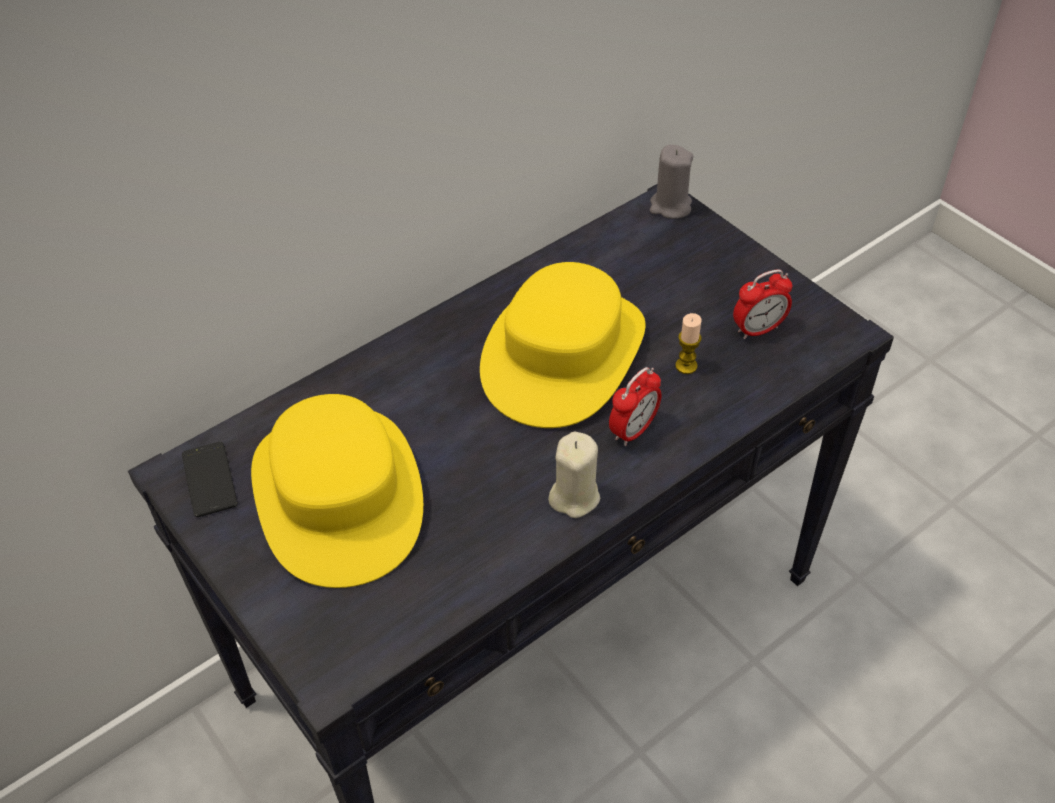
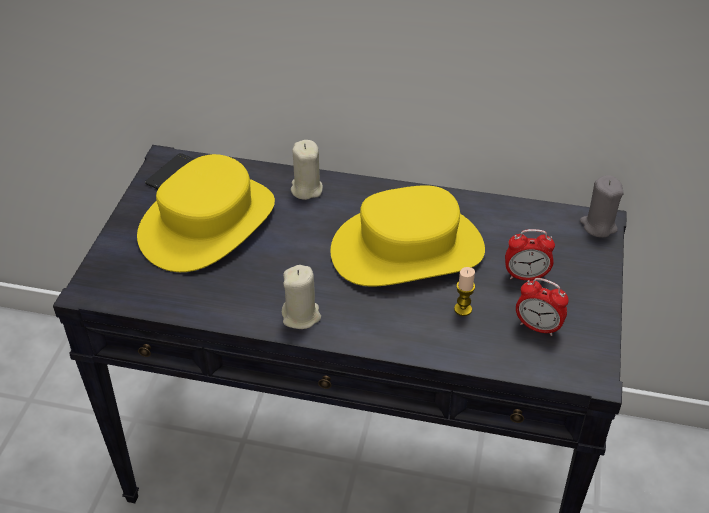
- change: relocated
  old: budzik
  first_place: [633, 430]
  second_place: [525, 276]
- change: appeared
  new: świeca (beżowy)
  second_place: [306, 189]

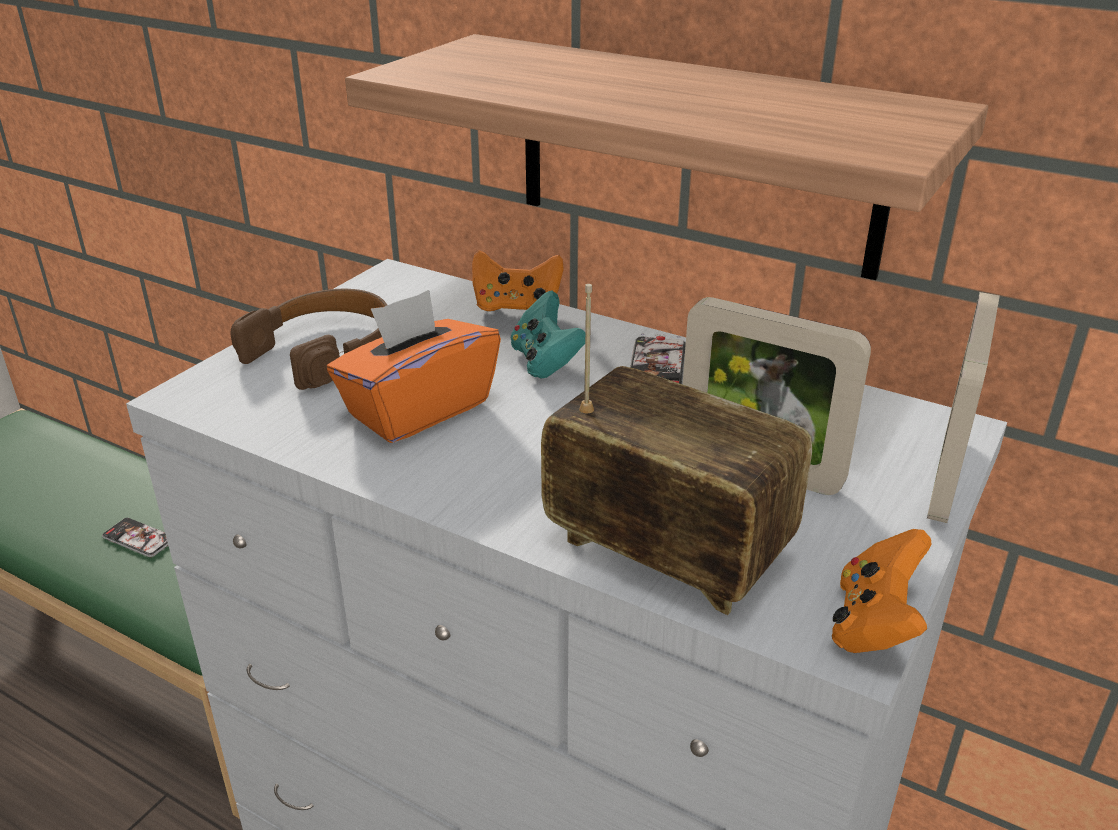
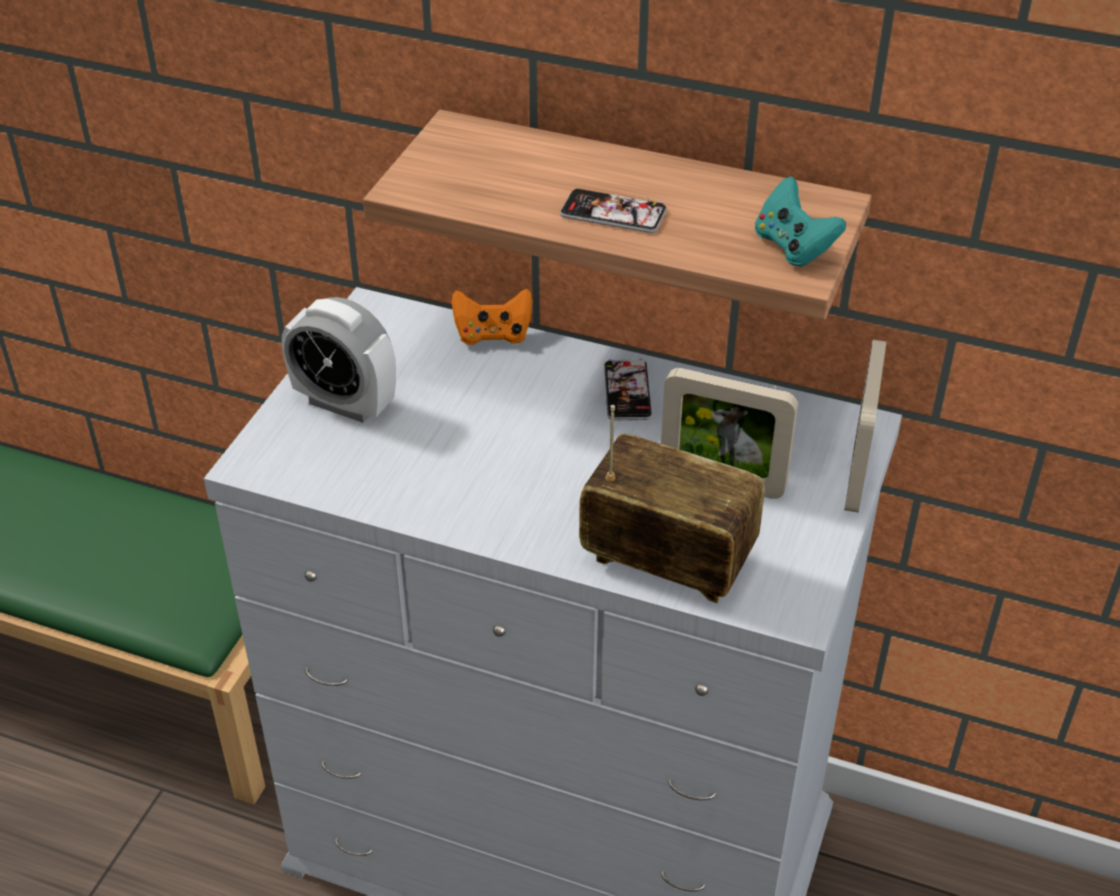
- change: relocated
  old: telefon
  first_place: [139, 538]
  second_place: [613, 213]
- change: exchanged
  old: słuchawki (brązowy)
  new: budzik
  first_place: [324, 350]
  second_place: [345, 403]
- change: missing
  old: pudełko chusteczek (pomarańczowy)
  first_place: [418, 409]
- change: relocated
  old: pad do gier (turkusowy)
  first_place: [545, 361]
  second_place: [793, 247]
- change: missing
  old: pad do gier (pomarańczowy)
  first_place: [874, 624]

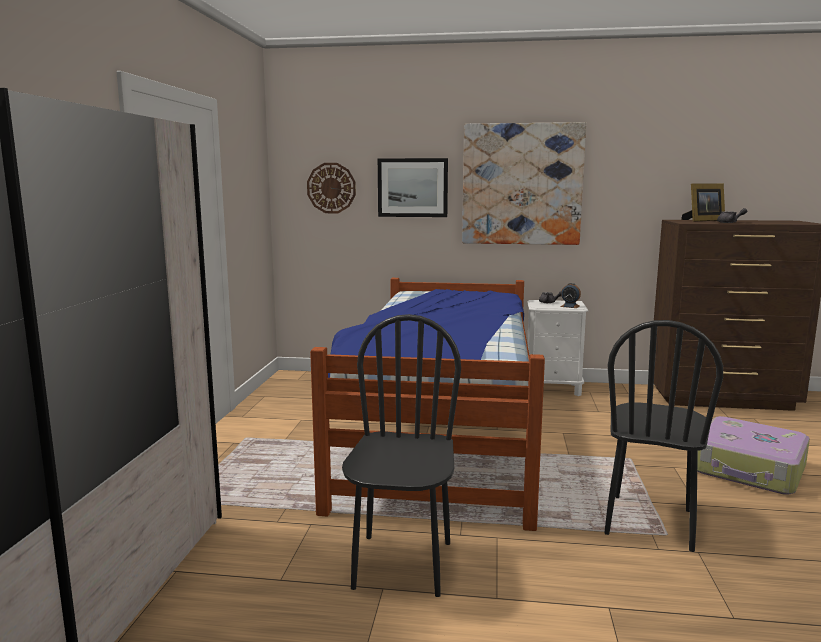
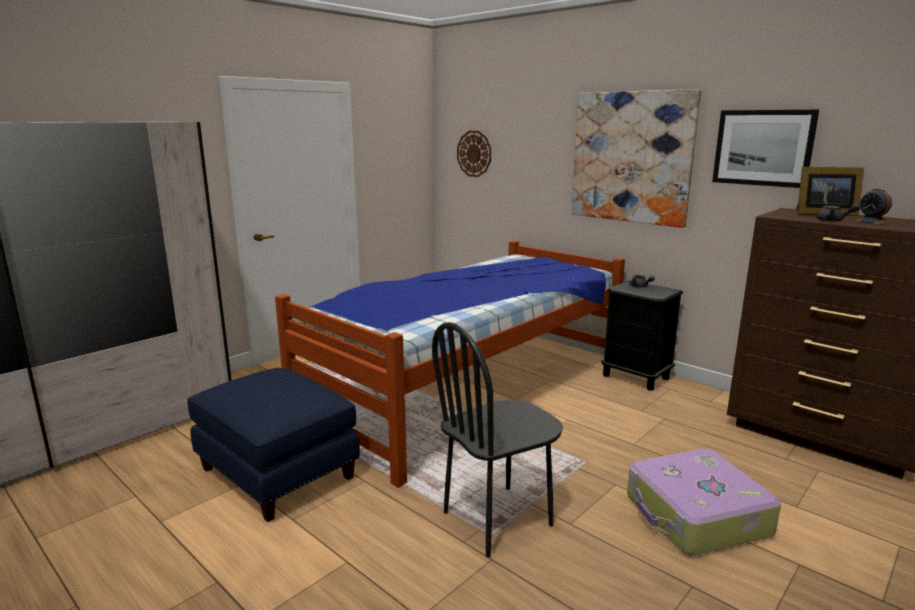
- change: exchanged
  old: krzesło (czarny)
  new: pufa (niebieski)
  first_place: [402, 564]
  second_place: [279, 473]
- change: relocated
  old: obraz
  first_place: [412, 187]
  second_place: [763, 148]
- change: colour
  old: szafka nocna (biały)
  new: szafka nocna (czarny)
  first_place: [553, 388]
  second_place: [636, 377]
- change: relocated
  old: budzik
  first_place: [570, 306]
  second_place: [871, 222]

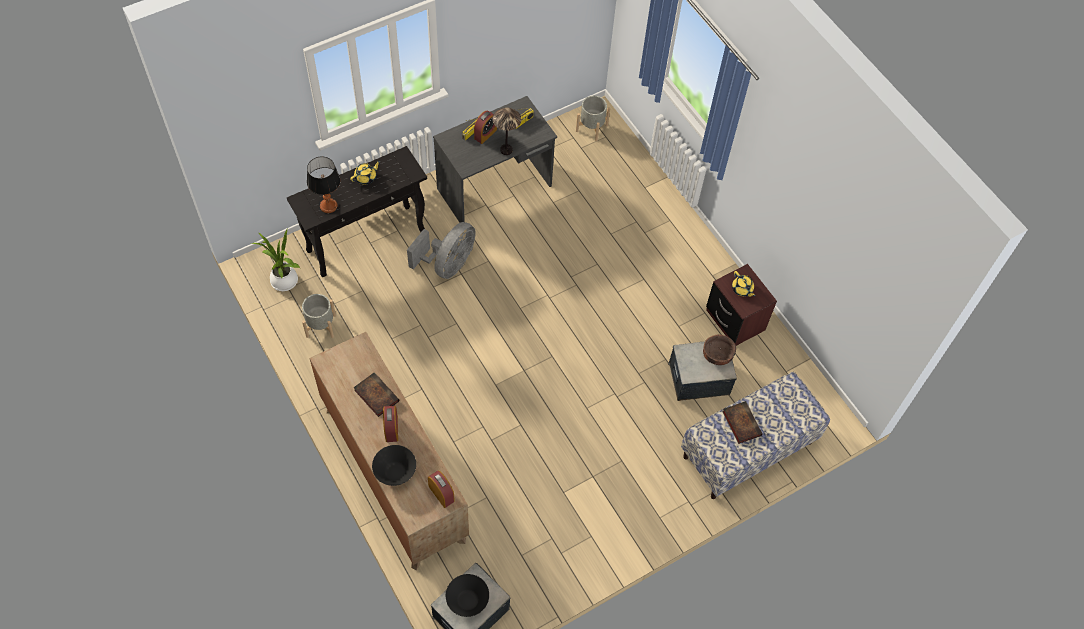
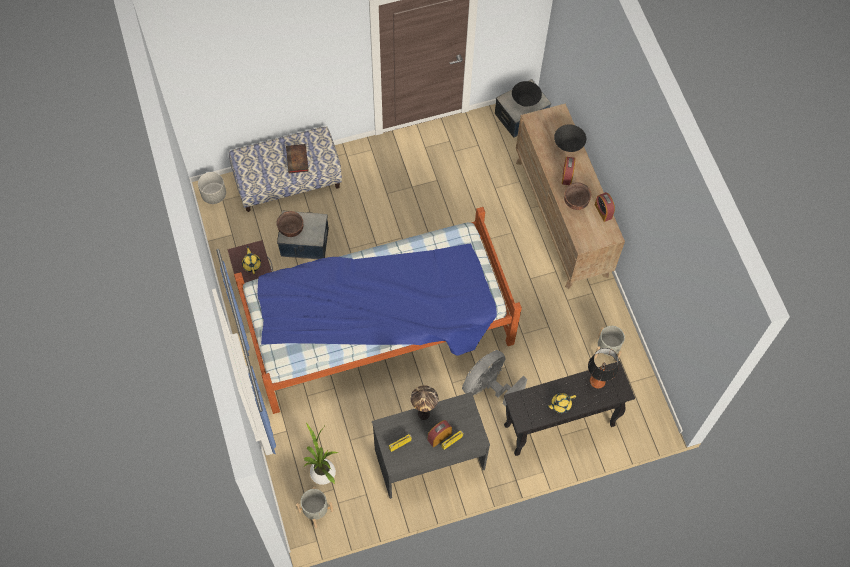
- change: relocated
  old: roślina doniczkowa
  first_place: [285, 282]
  second_place: [322, 470]
- change: exchanged
  old: książka
  new: miska (brązowy)
  first_place: [375, 395]
  second_place: [576, 202]
- change: relocated
  old: budzik
  first_place: [441, 493]
  second_place: [603, 211]
- change: appeared
  new: donica (szary)
  second_place: [214, 194]
- change: appeared
  new: łóżko
  second_place: [379, 329]

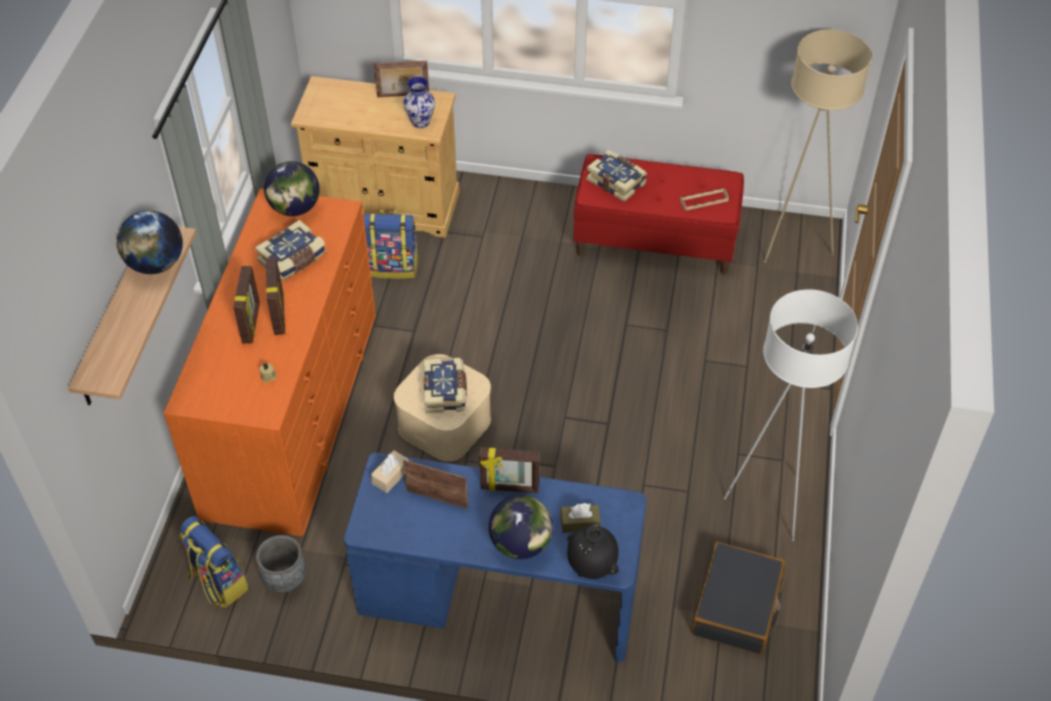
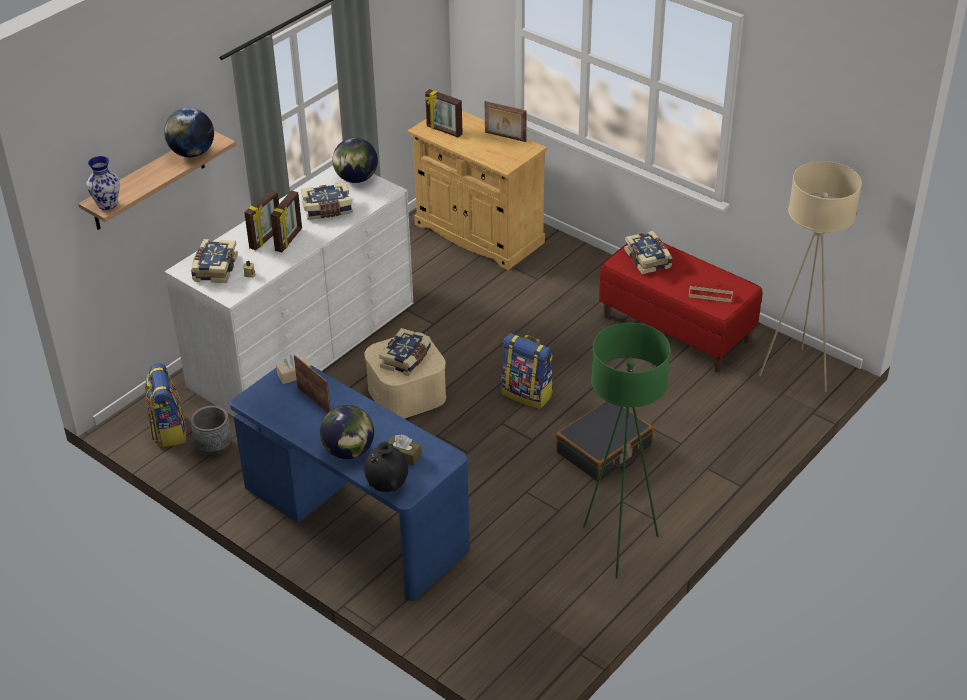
- change: colour
  old: komoda (pomarańczowy)
  new: komoda (biały)
  first_place: [292, 411]
  second_place: [303, 344]
- change: relocated
  old: plecak
  first_place: [393, 266]
  second_place: [528, 394]
- change: relocated
  old: wazon
  first_place: [421, 122]
  second_place: [108, 204]
- change: relocated
  old: ramka na zdjęcie
  first_place: [509, 488]
  second_place: [444, 131]
- change: relocated
  old: walizka (czarny)
  first_place: [737, 606]
  second_place: [604, 450]
- change: colour
  old: lampa stojąca (biały)
  new: lampa stojąca (zielony)
  first_place: [769, 504]
  second_place: [618, 546]
- change: appeared
  new: książka
  second_place: [214, 268]

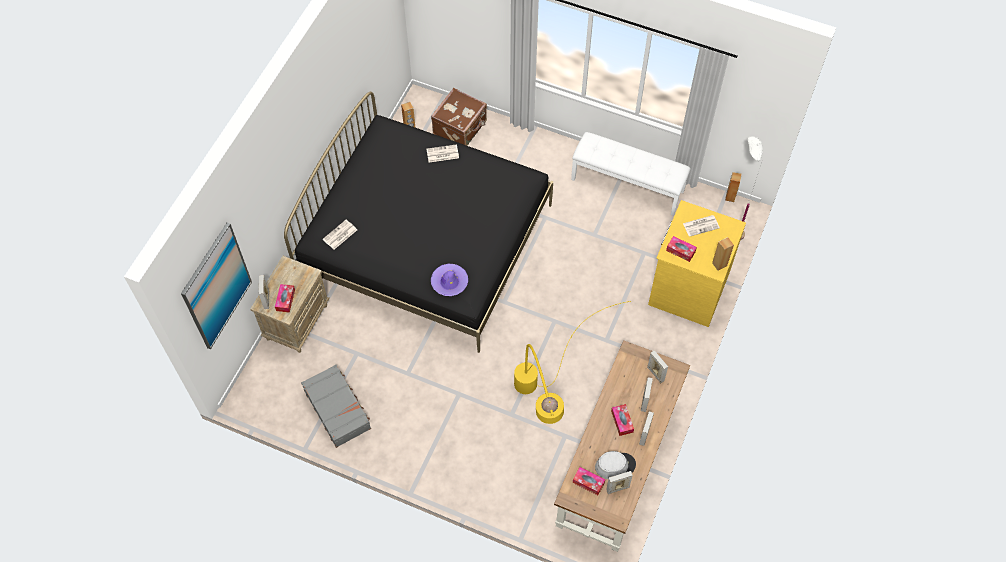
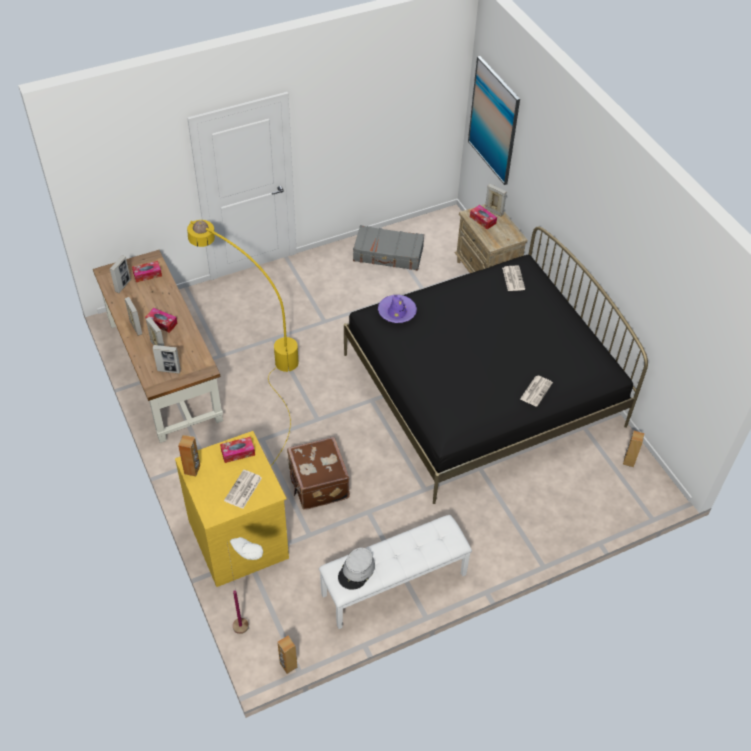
- change: relocated
  old: walizka (brązowy)
  first_place: [460, 128]
  second_place: [317, 484]
- change: relocated
  old: kapelusz (szary)
  first_place: [615, 465]
  second_place: [356, 571]

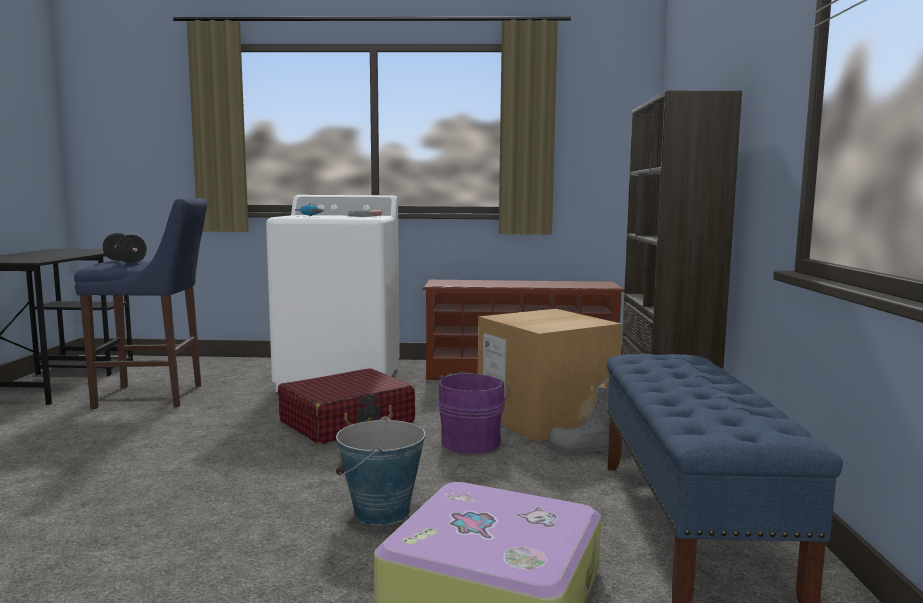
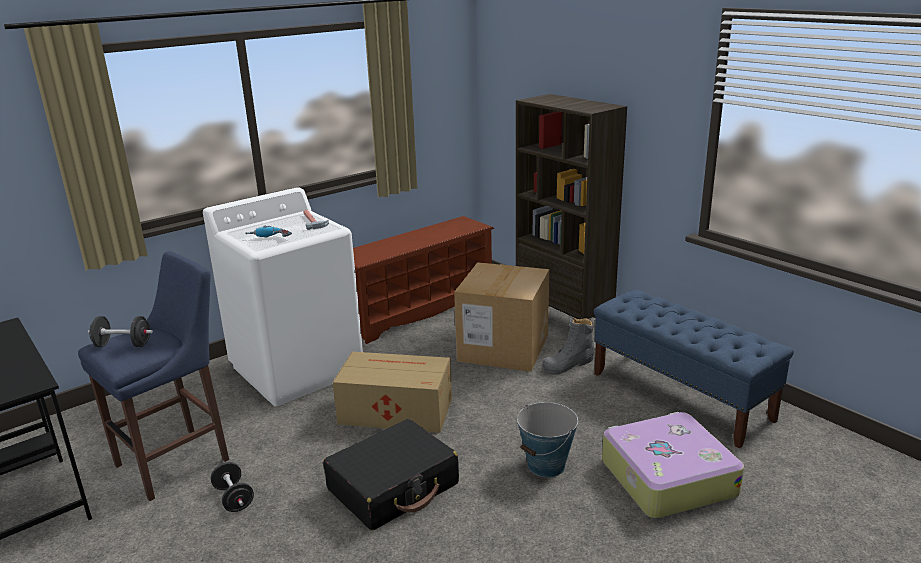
- change: exchanged
  old: walizka (czerwony)
  new: karton
  first_place: [348, 422]
  second_place: [394, 410]
- change: missing
  old: wiadro (fioletowy)
  first_place: [472, 441]
- change: appeared
  new: hantel (czarny)
  second_place: [234, 498]
- change: appeared
  new: walizka (czarny)
  second_place: [393, 487]

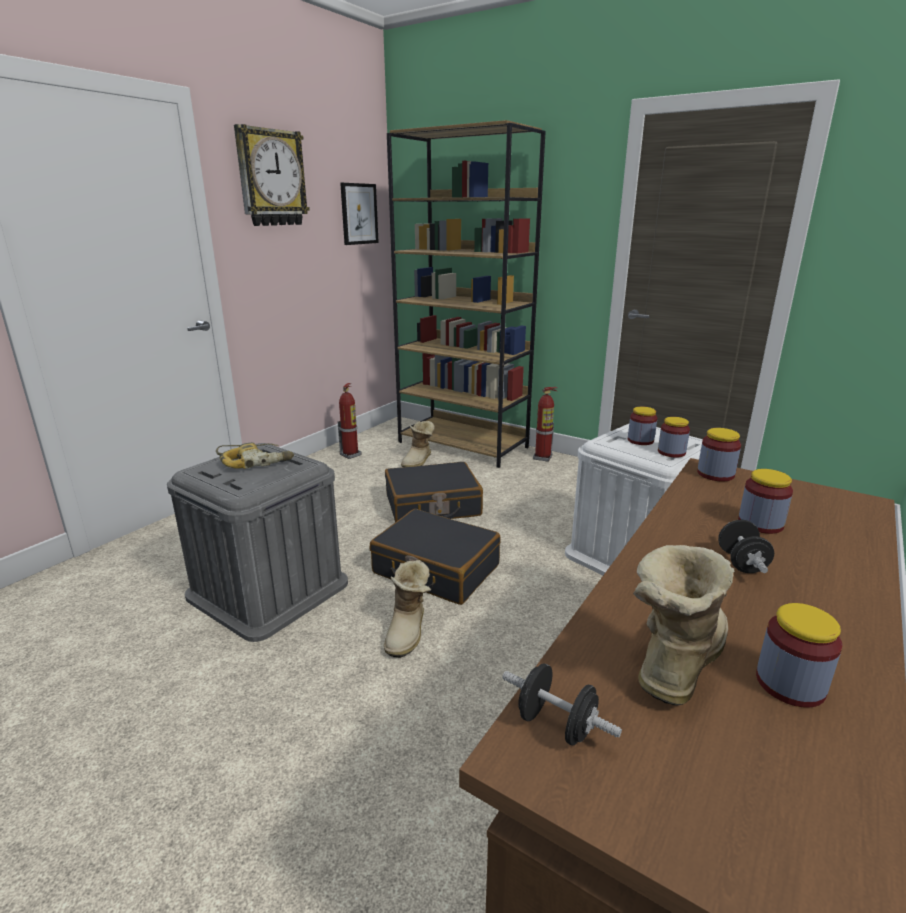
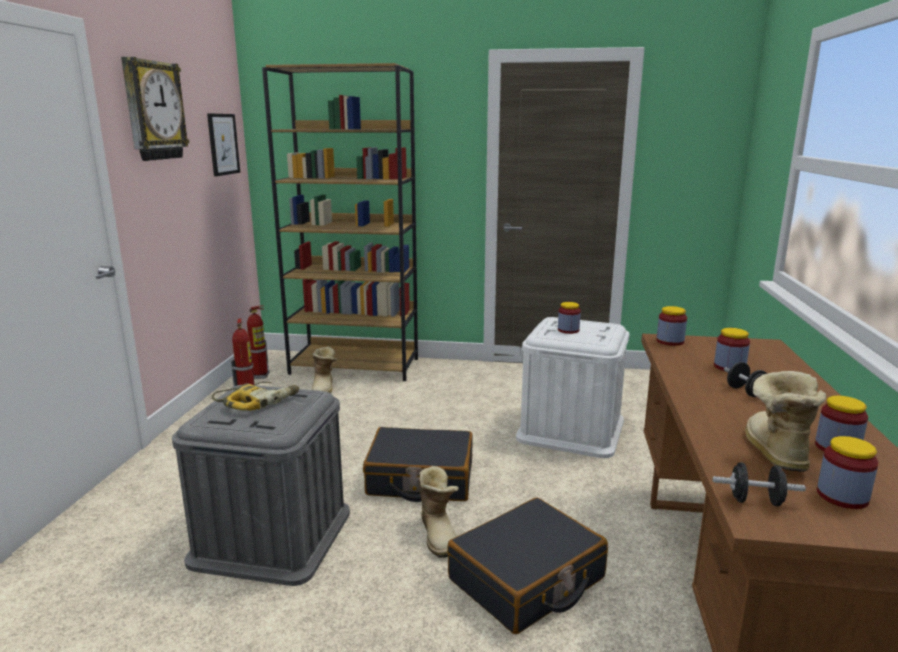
- change: relocated
  old: walizka (czarny)
  first_place: [432, 506]
  second_place: [527, 579]
- change: relocated
  old: gaśnica
  first_place: [543, 458]
  second_place: [260, 376]
- change: relocated
  old: słoik
  first_place: [671, 452]
  second_place: [842, 496]

